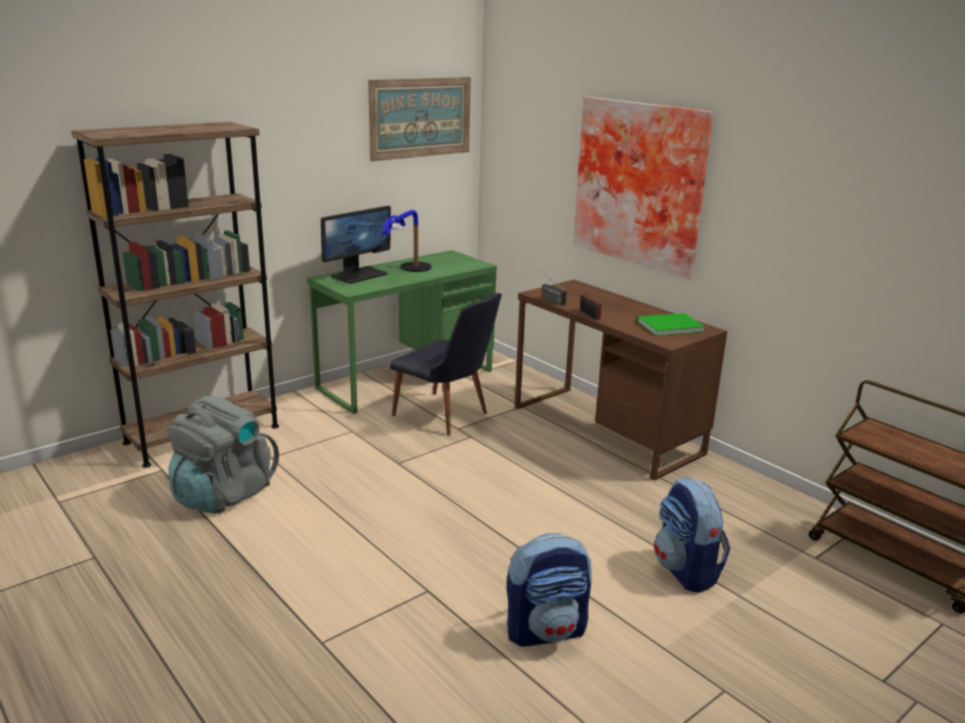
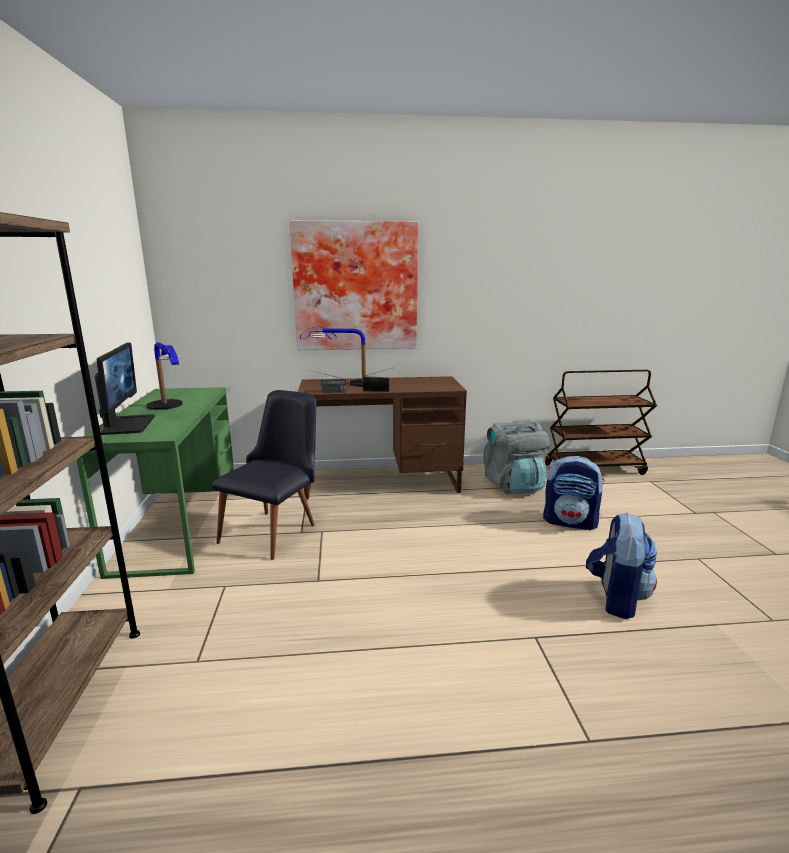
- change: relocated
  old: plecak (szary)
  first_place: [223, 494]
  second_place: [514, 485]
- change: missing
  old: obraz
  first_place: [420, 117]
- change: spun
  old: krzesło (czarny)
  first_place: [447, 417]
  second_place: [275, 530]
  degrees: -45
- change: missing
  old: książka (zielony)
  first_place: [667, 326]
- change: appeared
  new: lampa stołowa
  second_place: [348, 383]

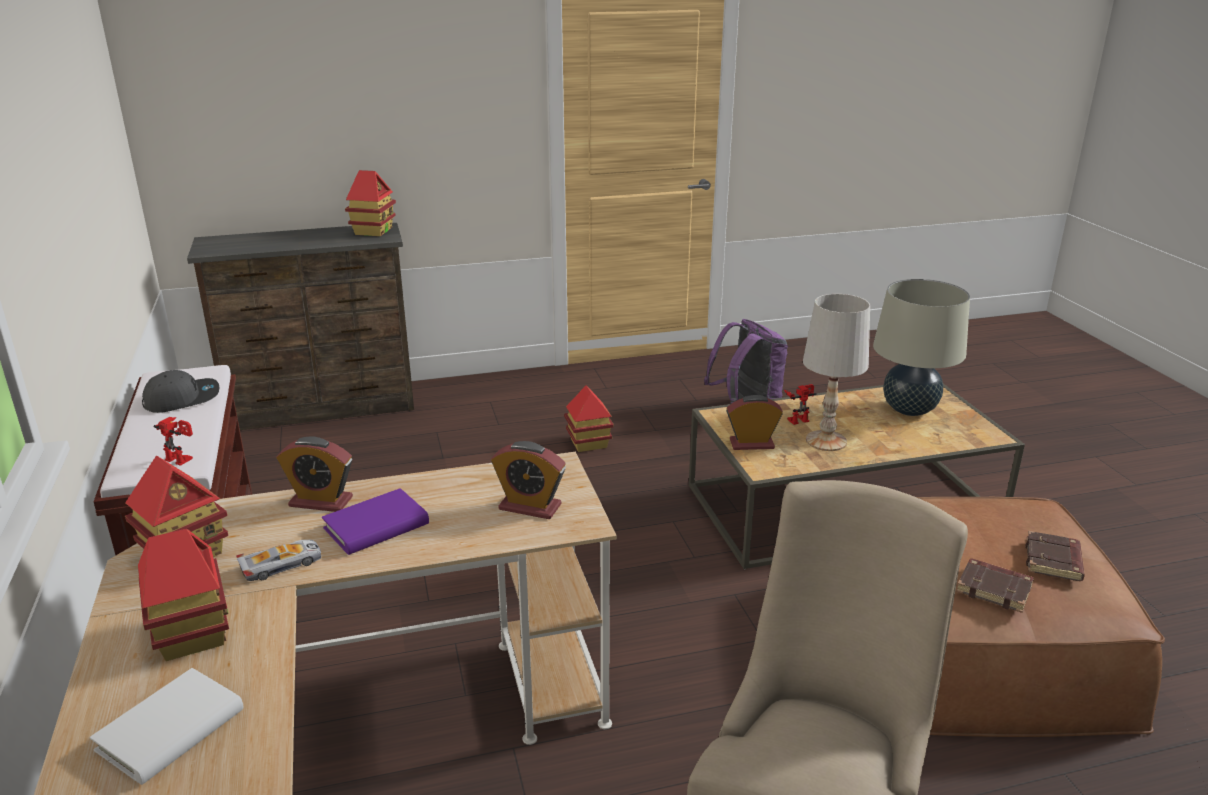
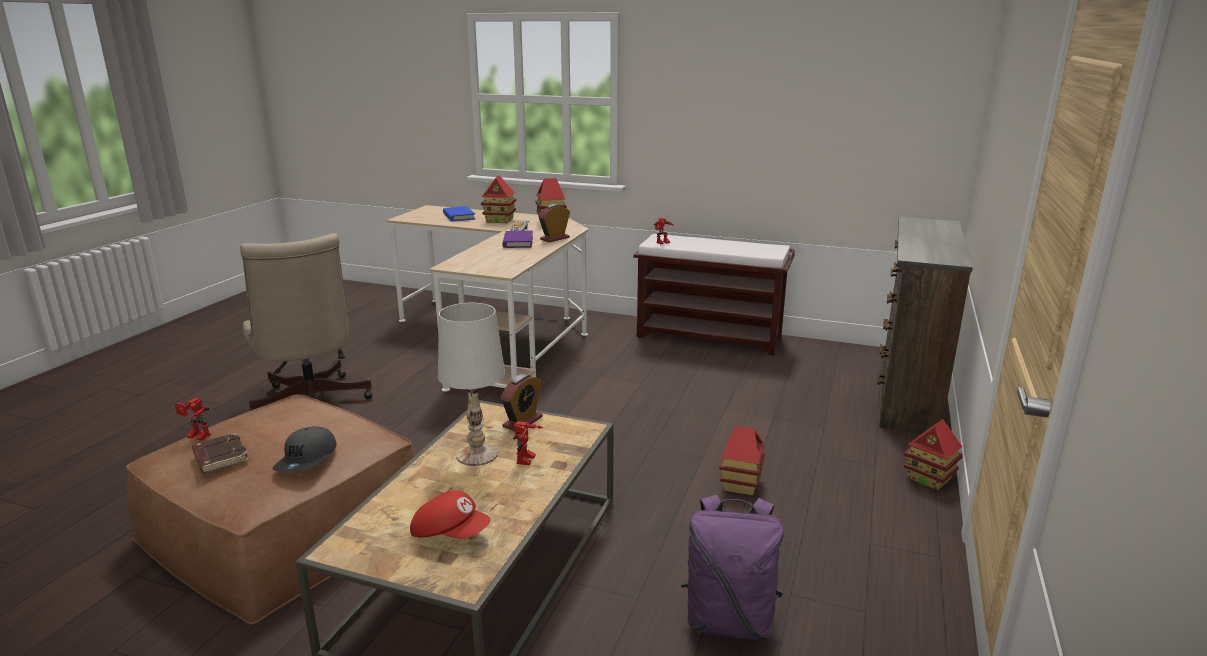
- change: colour
  old: książka (biały)
  new: książka (niebieski)
  first_place: [171, 730]
  second_place: [459, 216]
- change: relocated
  old: czapka z daszkiem (szary)
  first_place: [182, 399]
  second_place: [307, 459]
- change: relocated
  old: domek
  first_place: [373, 231]
  second_place: [929, 478]
- change: missing
  old: budzik
  first_place: [530, 507]
- change: exchanged
  old: lampa stołowa (beżowy)
  new: czapka z daszkiem (czerwony)
  first_place: [909, 409]
  second_place: [450, 533]
- change: missing
  old: książka (brązowy)
  first_place: [995, 589]
- change: appeared
  new: robot zabawkowy
  second_place: [195, 437]

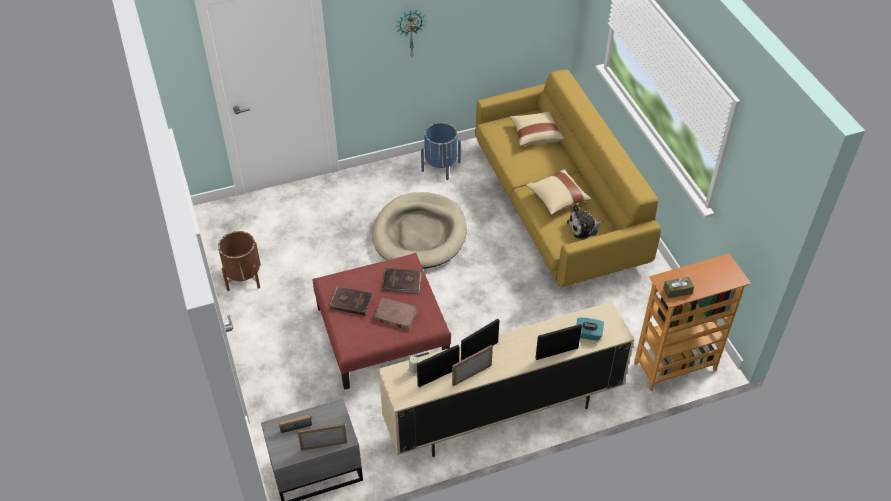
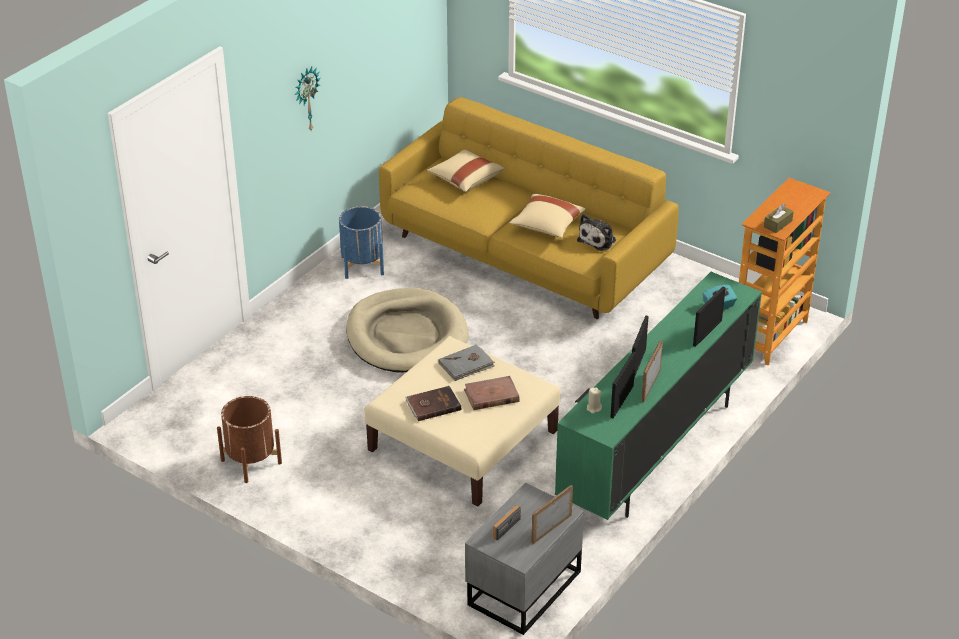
- change: colour
  old: pufa (czerwony)
  new: pufa (beżowy)
  first_place: [383, 334]
  second_place: [464, 440]
- change: colour
  old: szafka pod telewizor (beżowy)
  new: szafka pod telewizor (zielony)
  first_place: [502, 415]
  second_place: [655, 450]
- change: colour
  old: książka (brązowy)
  new: książka (szary)
  first_place: [402, 282]
  second_place: [466, 365]

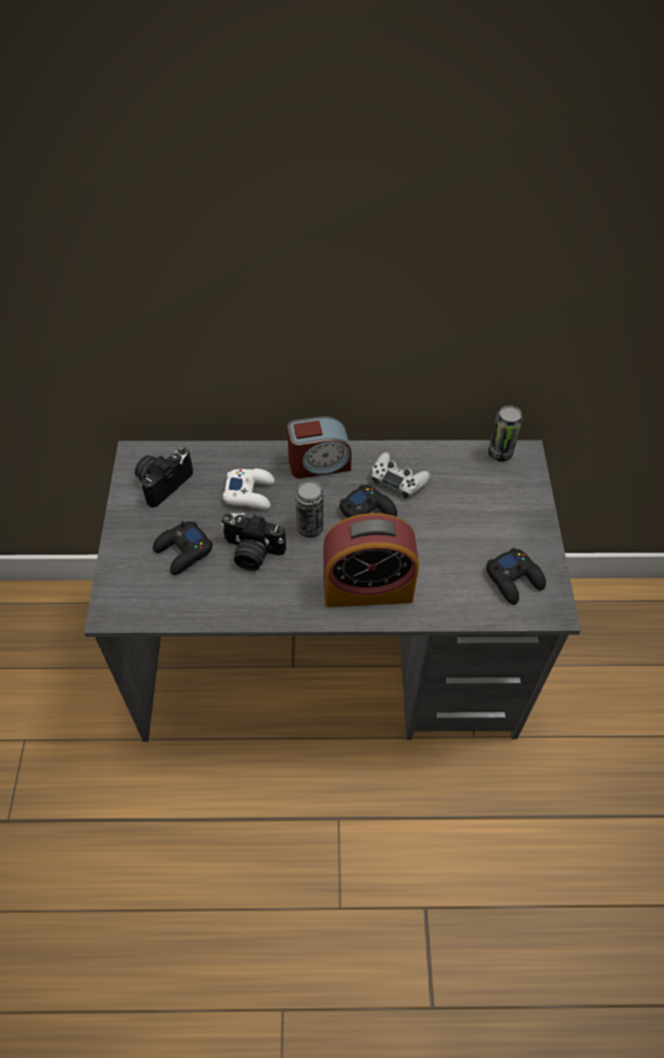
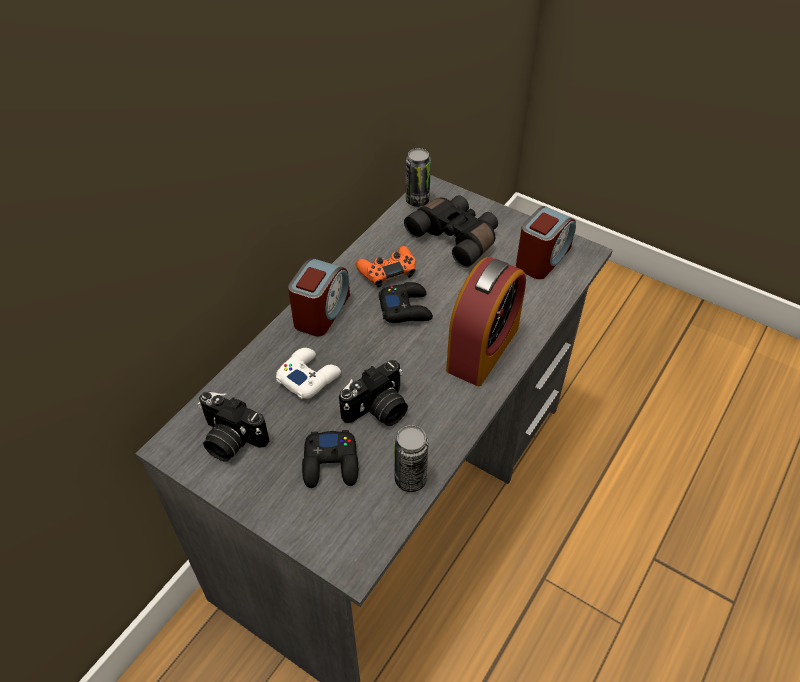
- change: spun
  old: aparat fotograficzny
  first_place: [163, 482]
  second_place: [230, 440]
  degrees: -45
- change: relocated
  old: puszka
  first_place: [310, 528]
  second_place: [410, 479]
- change: colour
  old: pad do gier (biały)
  new: pad do gier (pomarańczowy)
  first_place: [398, 479]
  second_place: [387, 271]
- change: exchanged
  old: pad do gier (czarny)
  new: budzik
  first_place: [514, 579]
  second_place: [542, 258]
- change: appeared
  new: lornetka (czarny)
  second_place: [456, 237]

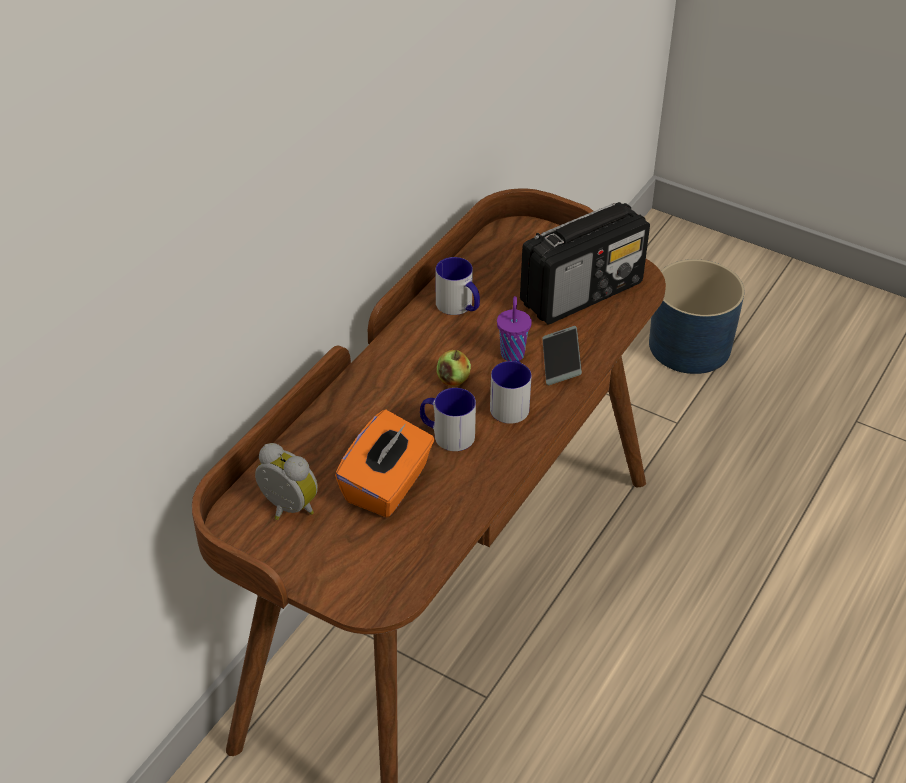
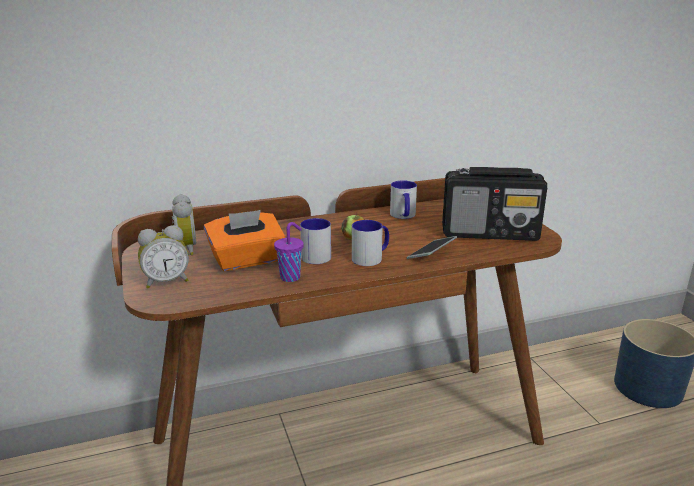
- change: relocated
  old: filiżanka (fioletowy)
  first_place: [512, 353]
  second_place: [291, 277]
- change: appeared
  new: budzik
  second_place: [166, 281]

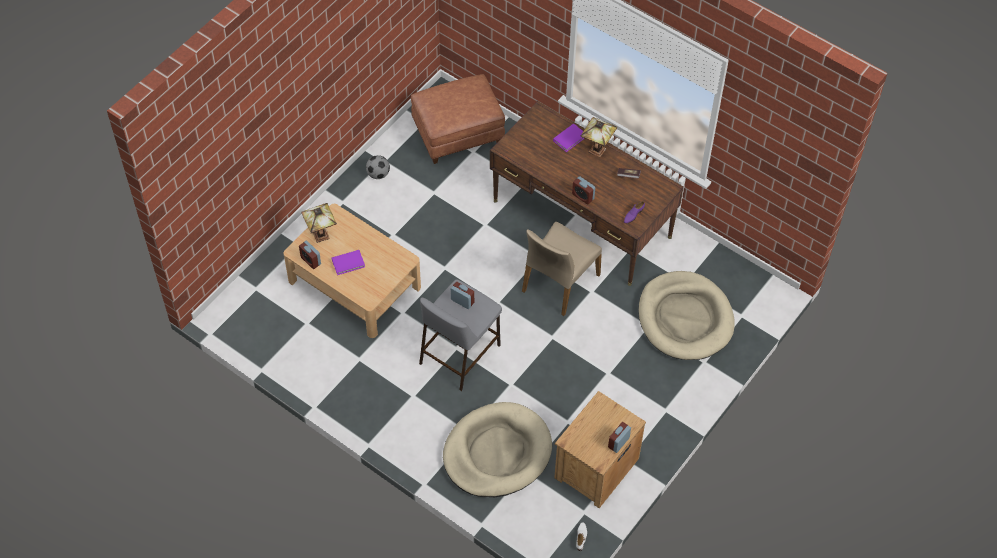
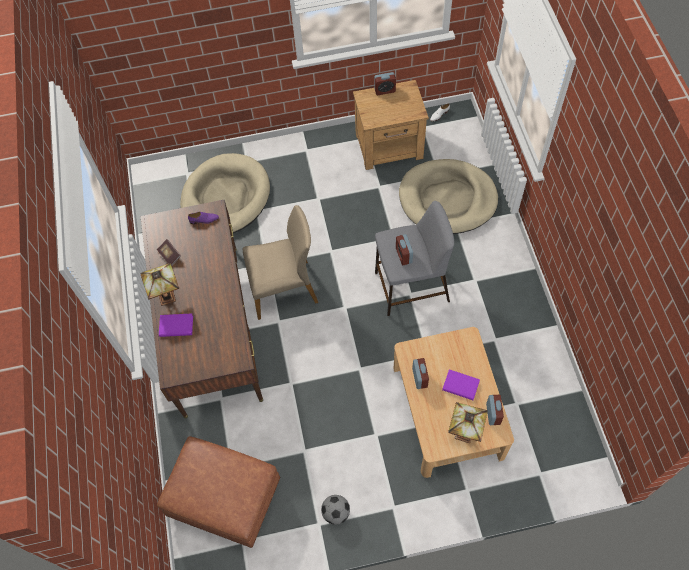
- change: relocated
  old: budzik
  first_place: [583, 196]
  second_place: [419, 378]

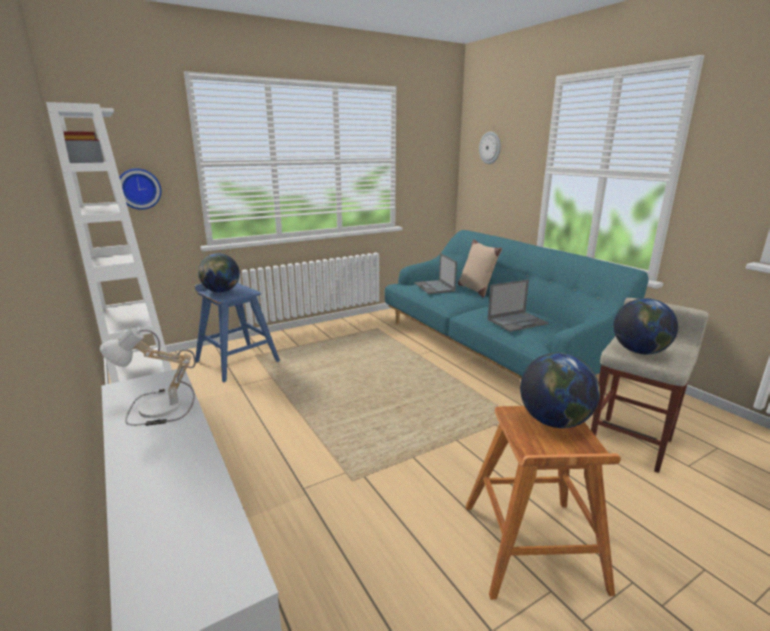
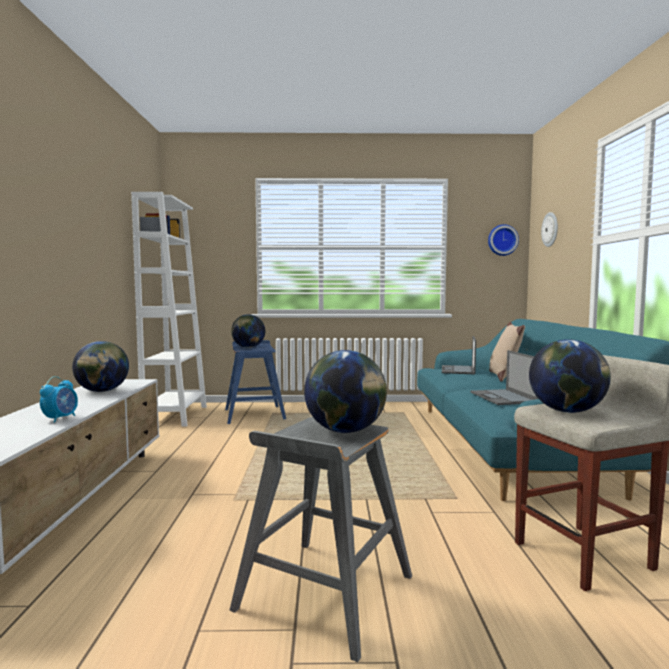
- change: exchanged
  old: lampa stołowa
  new: globus
  first_place: [156, 410]
  second_place: [102, 391]
- change: relocated
  old: zegar ścienny
  first_place: [139, 188]
  second_place: [502, 240]
- change: colour
  old: stołek (brązowy)
  new: stołek (szary)
  first_place: [532, 547]
  second_place: [324, 593]
- change: spun
  old: laptop
  first_place: [517, 321]
  second_place: [503, 397]
  degrees: 75
- change: appeared
  new: budzik
  second_place: [60, 418]

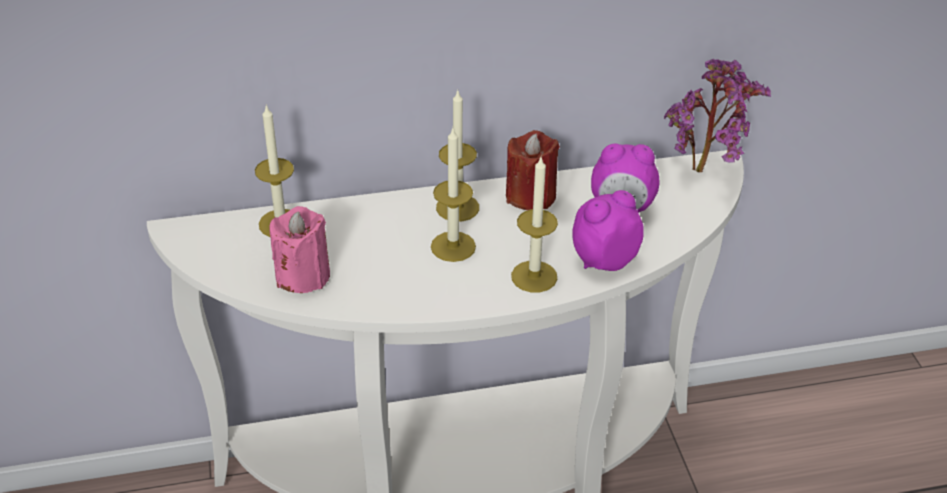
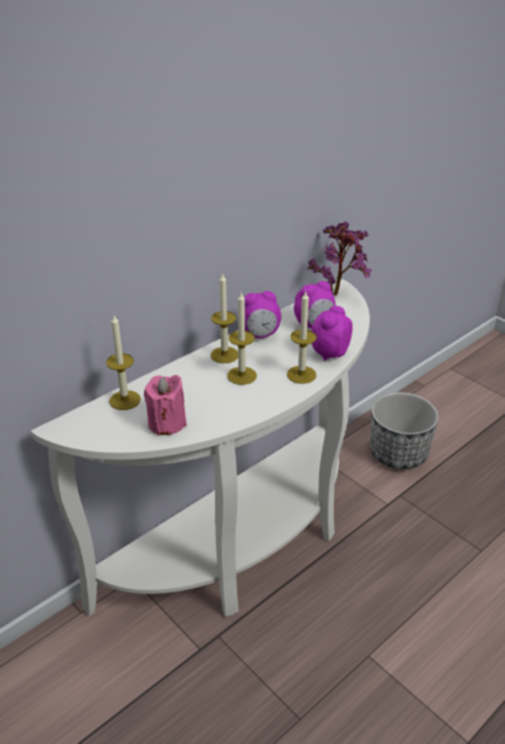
- change: exchanged
  old: świeca (czerwony)
  new: budzik
  first_place: [530, 195]
  second_place: [259, 335]
- change: appeared
  new: donica
  second_place: [398, 453]

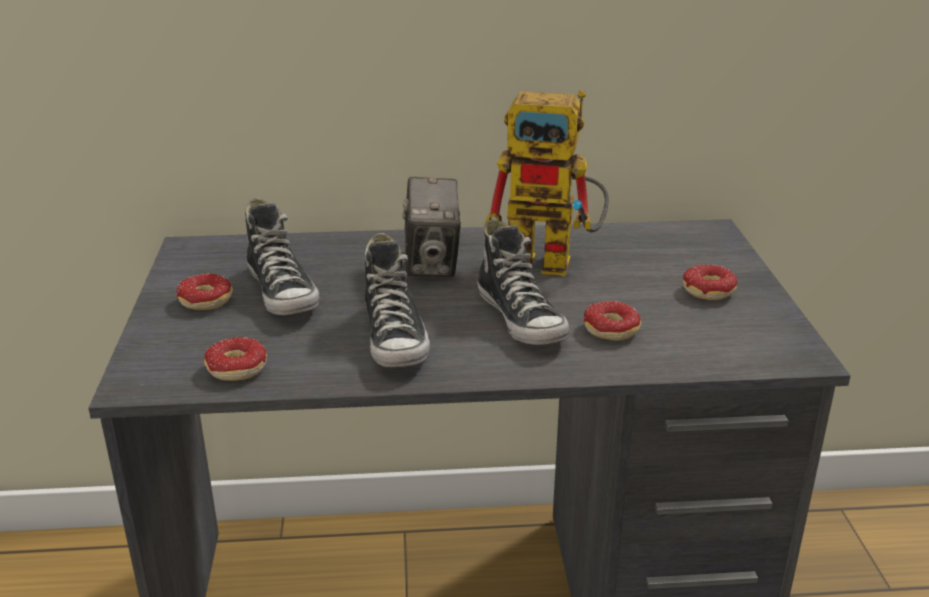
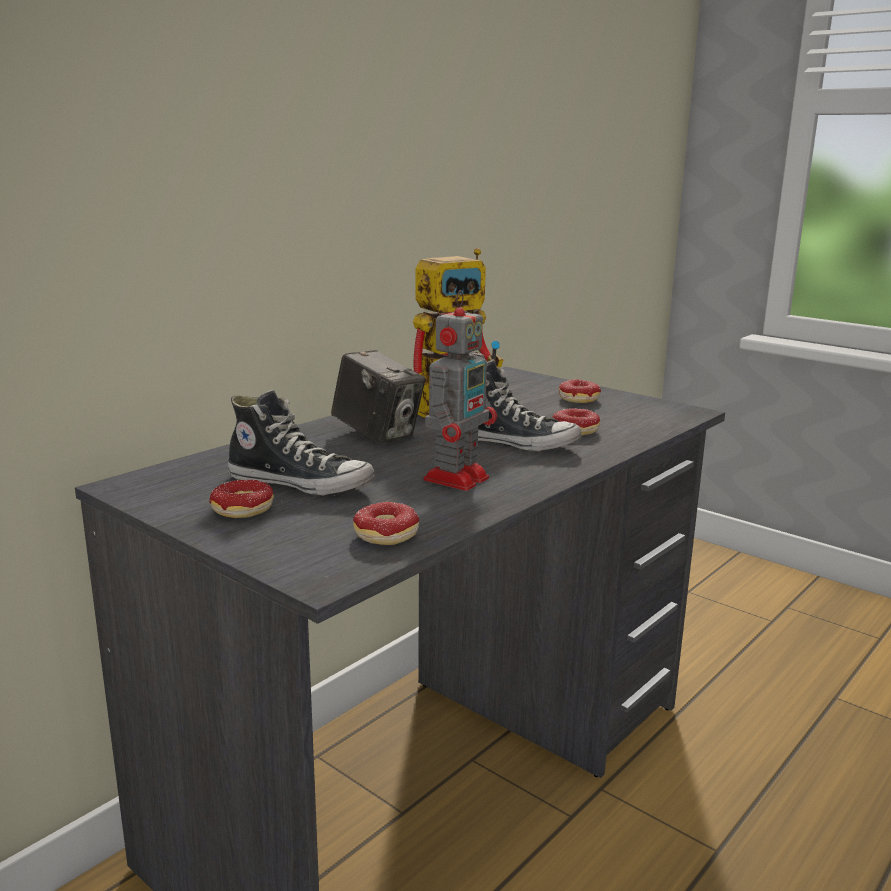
- change: exchanged
  old: but
  new: robot zabawkowy
  first_place: [395, 338]
  second_place: [458, 478]

